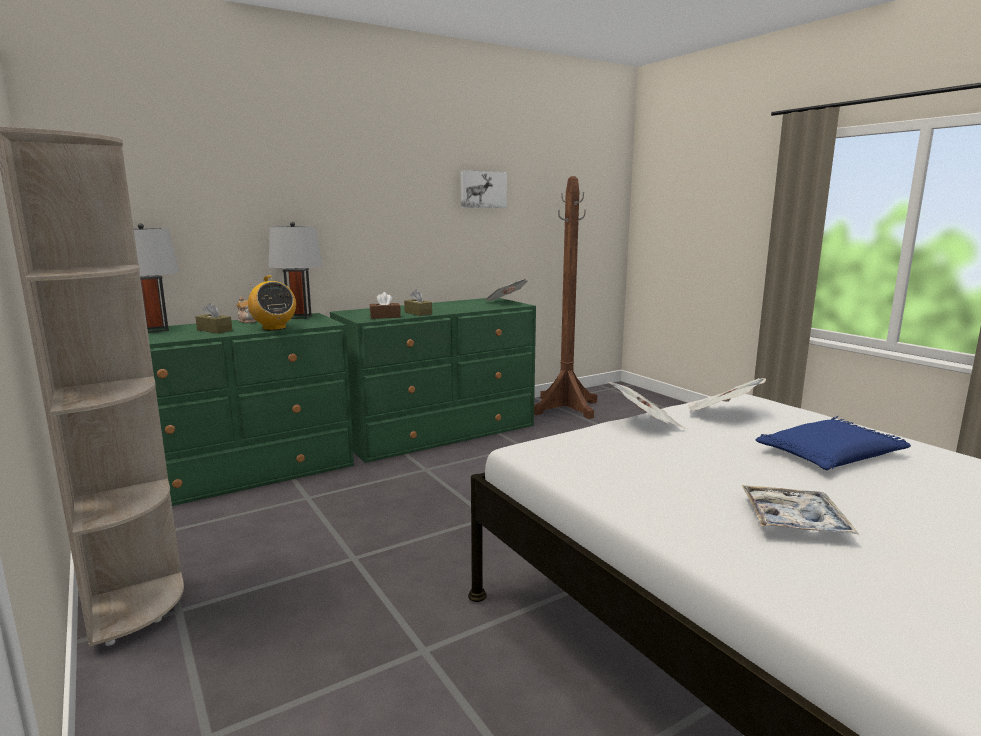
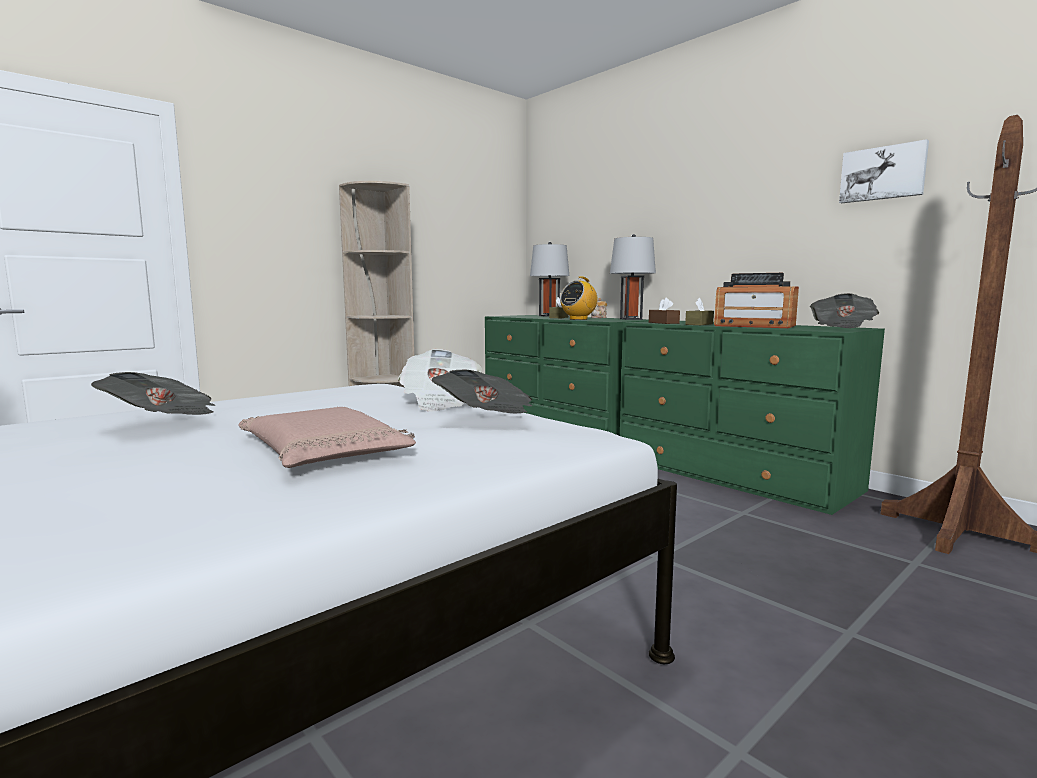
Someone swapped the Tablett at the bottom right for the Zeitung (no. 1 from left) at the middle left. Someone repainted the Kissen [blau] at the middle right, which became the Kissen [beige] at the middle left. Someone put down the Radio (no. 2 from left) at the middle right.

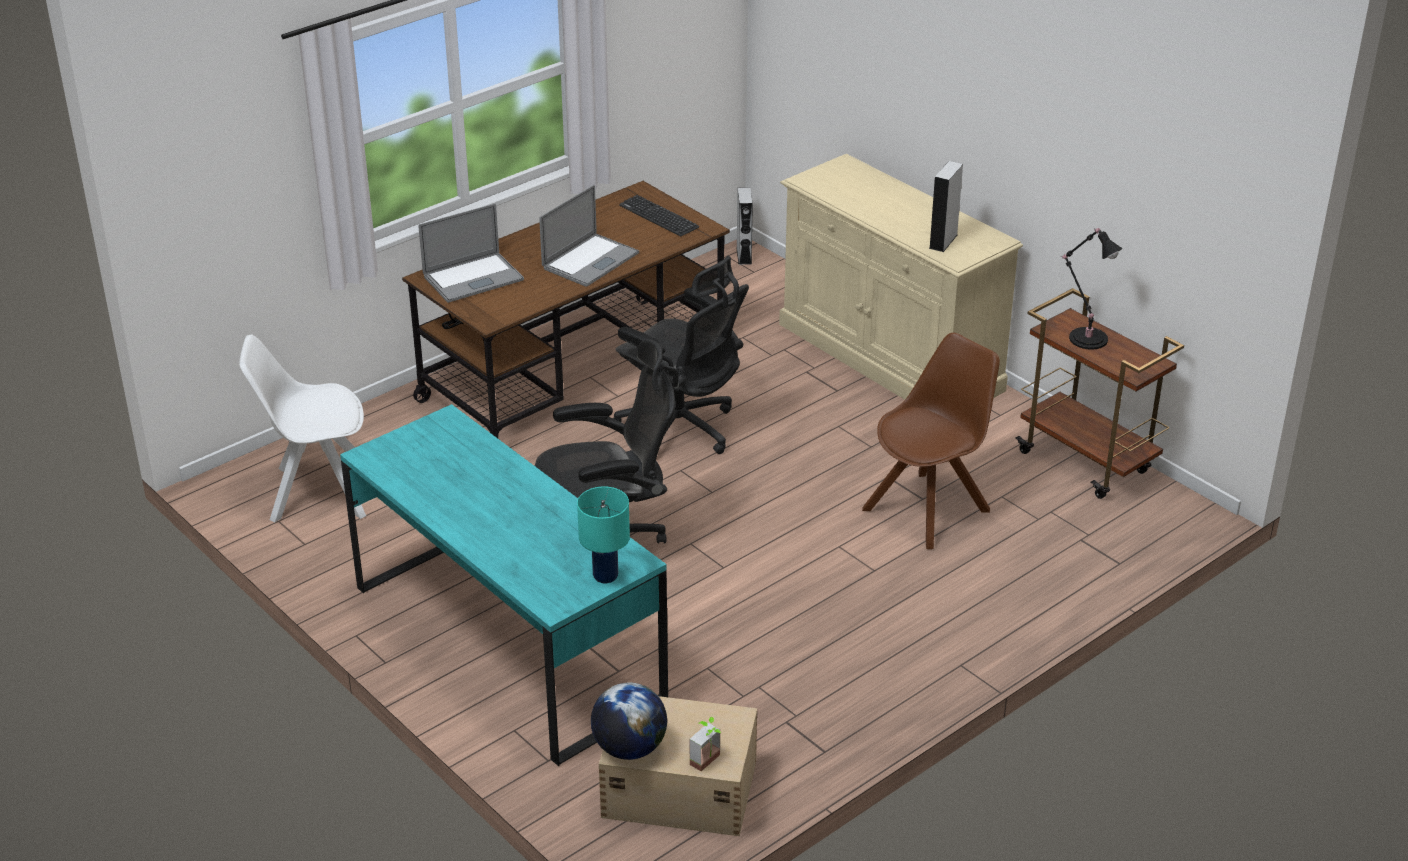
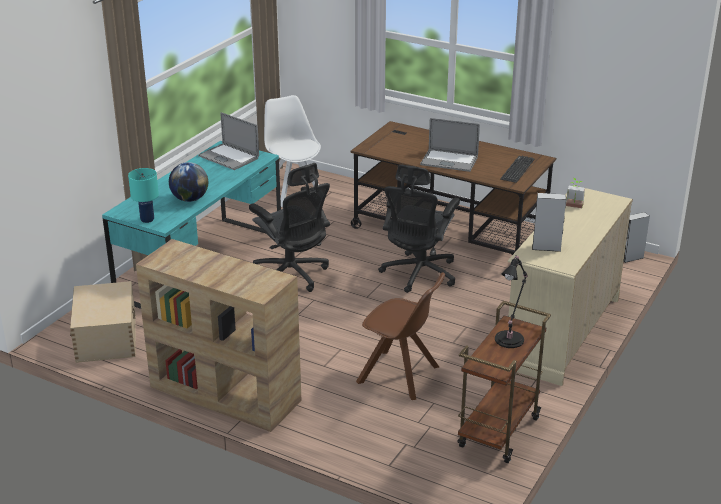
Someone carried the Laptop (no. 1 from left) from the top centre to the top left. Someone carried the Globus from the bottom centre to the middle left. Someone carried the Topfpflanze from the bottom centre to the middle right. Someone put down the Bücherregal [braun] at the middle left.

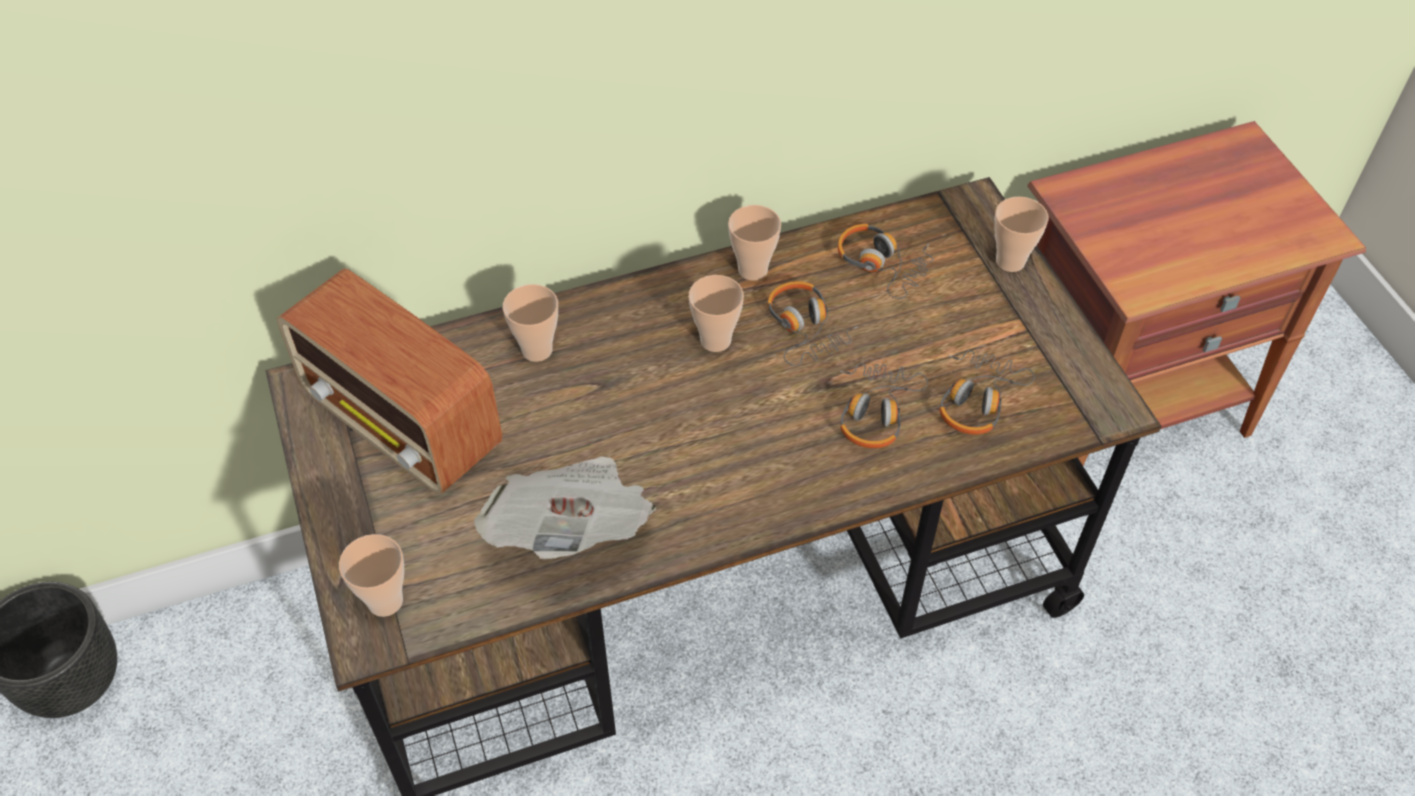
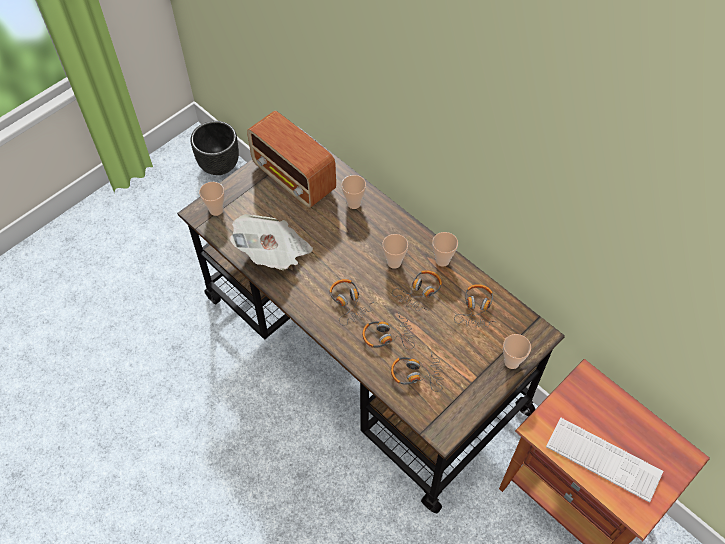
Someone rotated the Radio at the middle left by 60 degrees counterclockwise. Someone put down the Kopfhörer (no. 1 from left) at the centre. Someone put down the Tastatur at the bottom right.

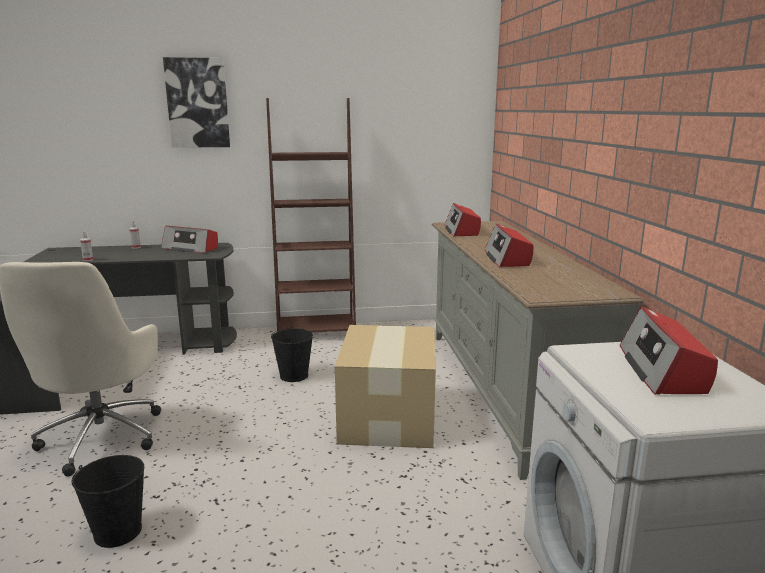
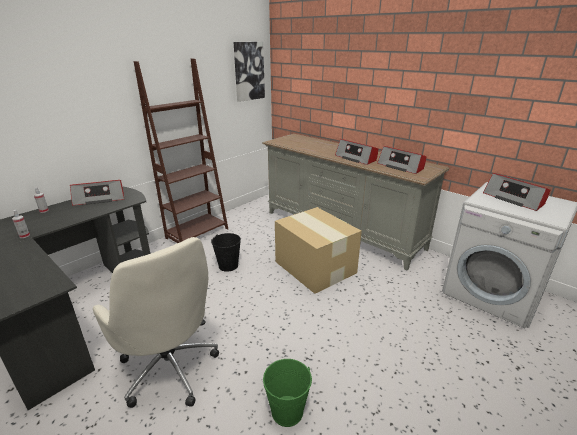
Someone repainted the Eimer [schwarz] (no. 1 from left) at the bottom left, which became the Eimer [grün] at the bottom centre. Someone carried the Bild from the top left to the top centre. Someone carried the Radio (no. 2 from left in the first image) from the centre to the middle right.

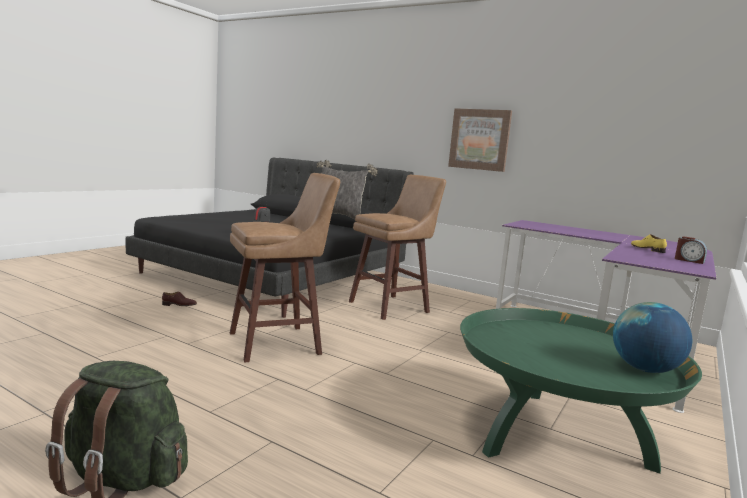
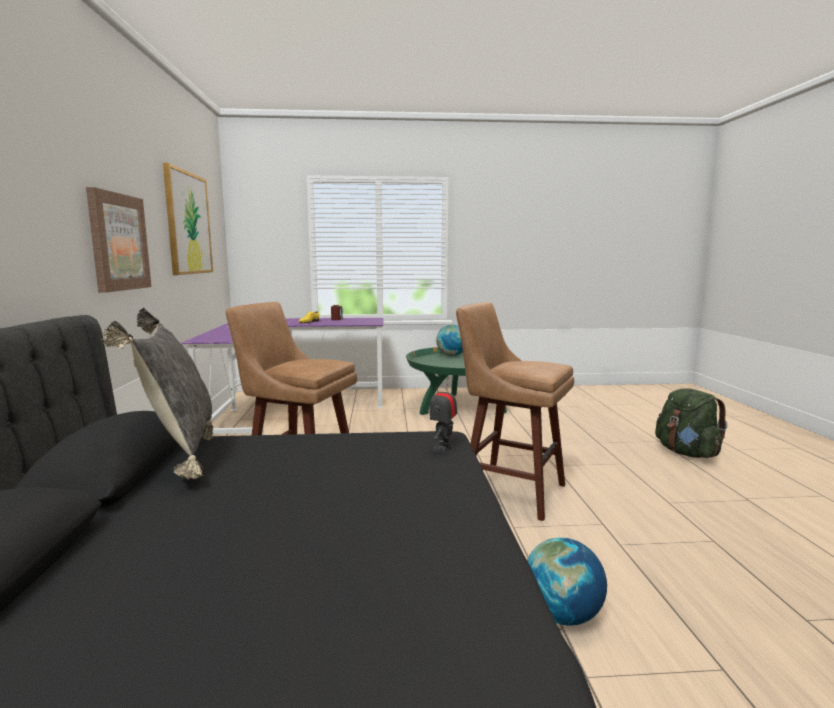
Someone swapped the Schuh [braun] at the middle left for the Globus (no. 2 from left) at the bottom right. Someone put up the Bild (no. 2 from left) at the top left.

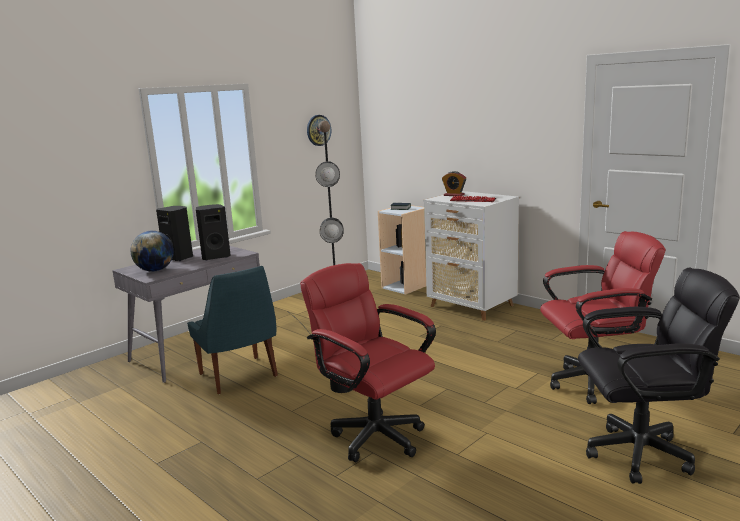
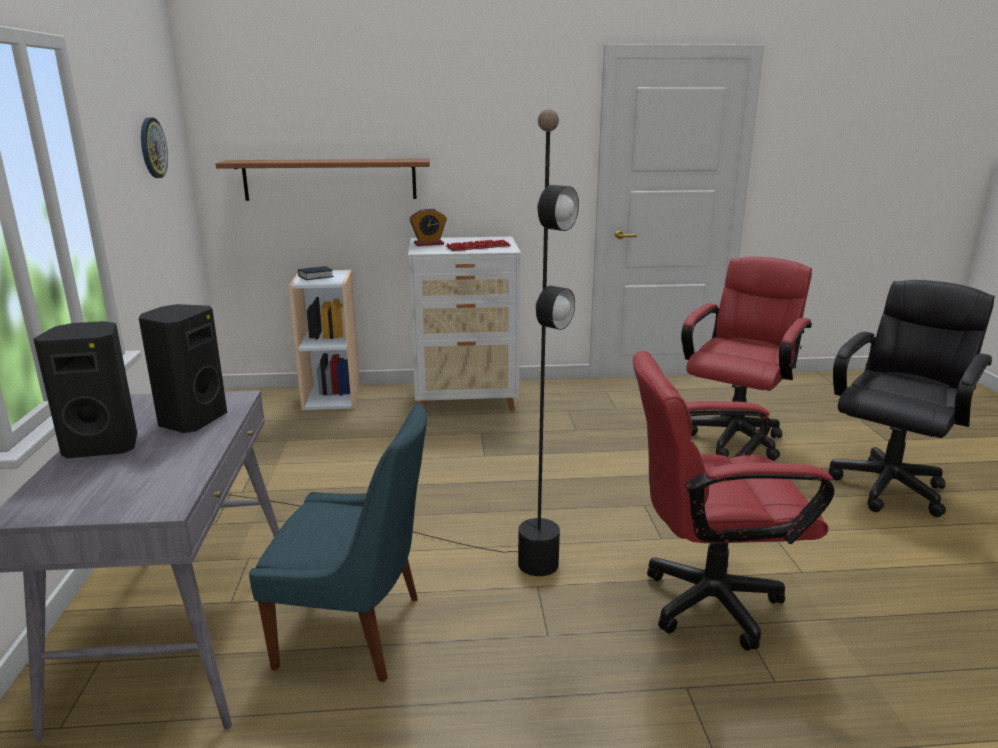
Someone took away the Globus at the middle left. Someone put up the Wandregal [braun] at the top left.

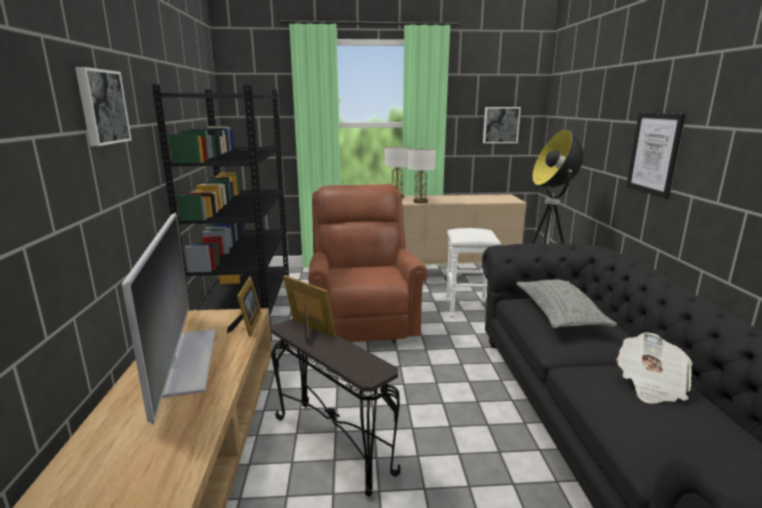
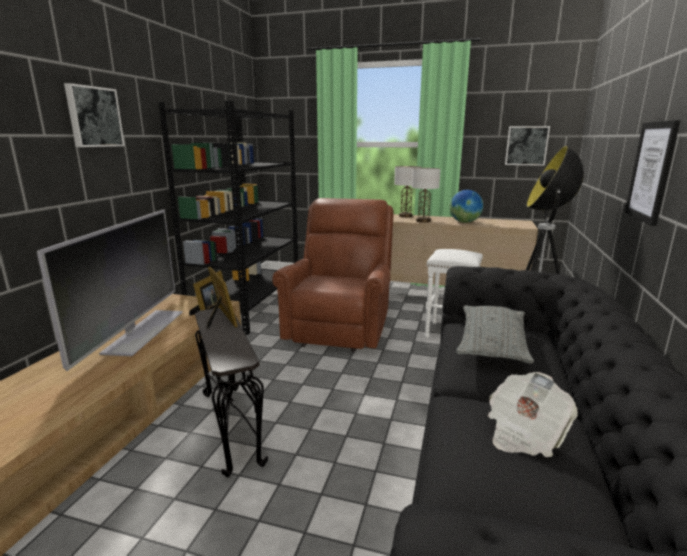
Someone put down the Globus at the middle right.

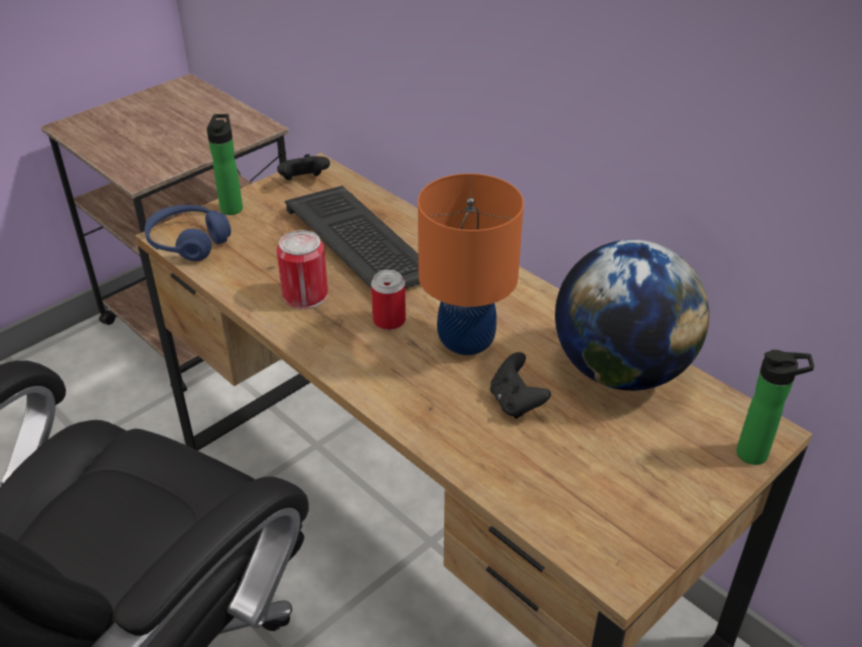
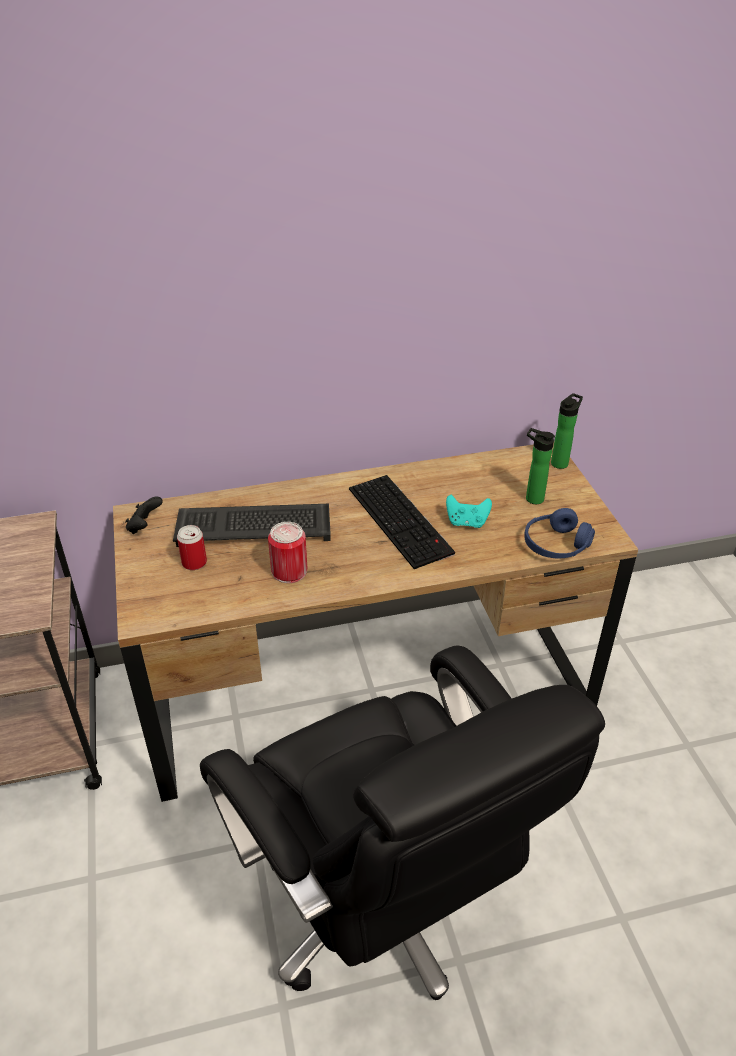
Someone carried the Kopfhörer [blau] from the middle left to the middle right. Someone carried the Flasche (no. 1 from left) from the top left to the middle right. Someone carried the Dose (no. 2 from left in the first image) from the centre to the middle left. Someone swapped the Tischlampe [orange] at the centre for the Tastatur (no. 2 from left) at the centre. Someone repainted the Gamepad [schwarz] (no. 2 from left) at the centre, which became the Gamepad [türkis] at the centre. Someone took away the Globus at the middle right.

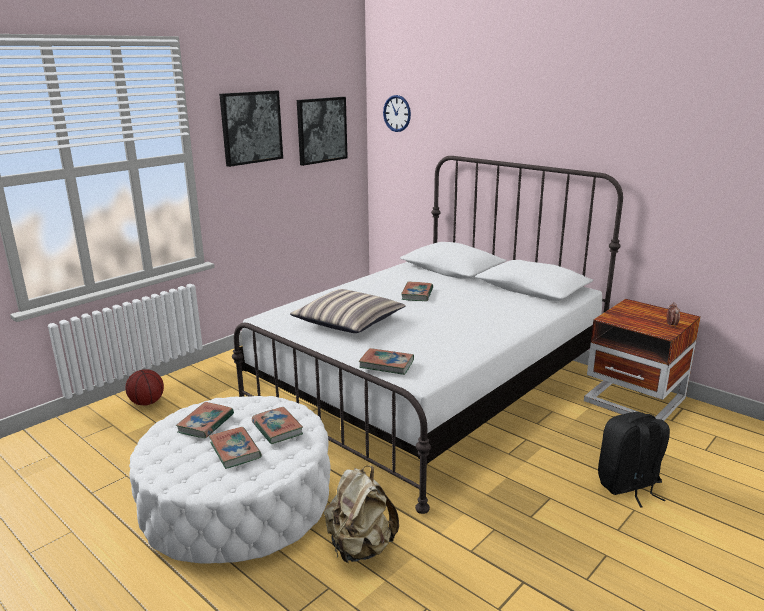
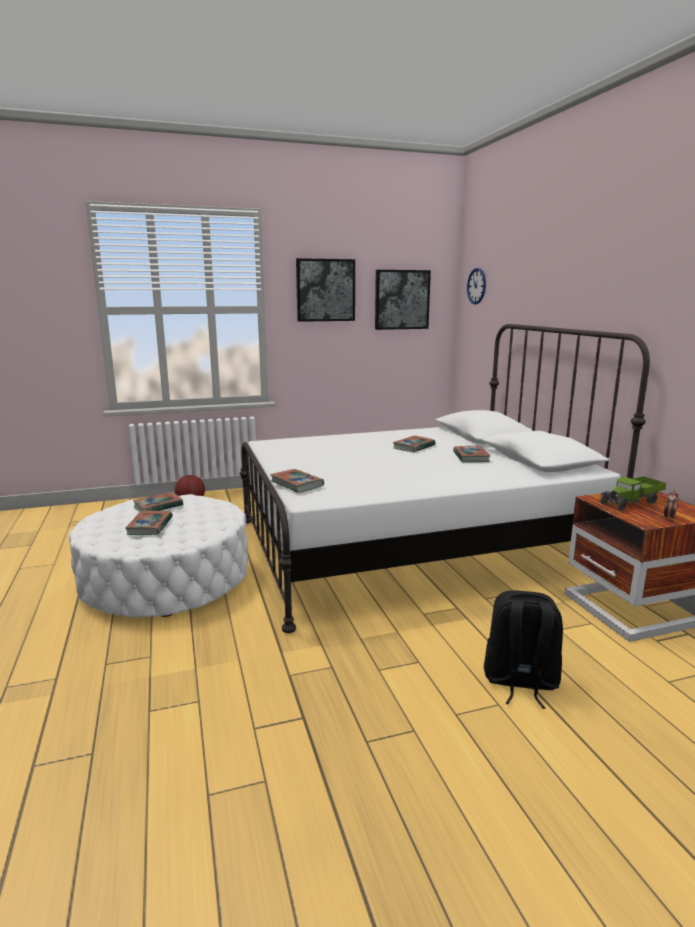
Someone carried the Buch (no. 3 from left in the first image) from the bottom centre to the middle right. Someone took away the Kissen at the centre. Someone took away the Rucksack [beige] at the bottom centre. Someone put down the Spielzeuglaster at the middle right.

